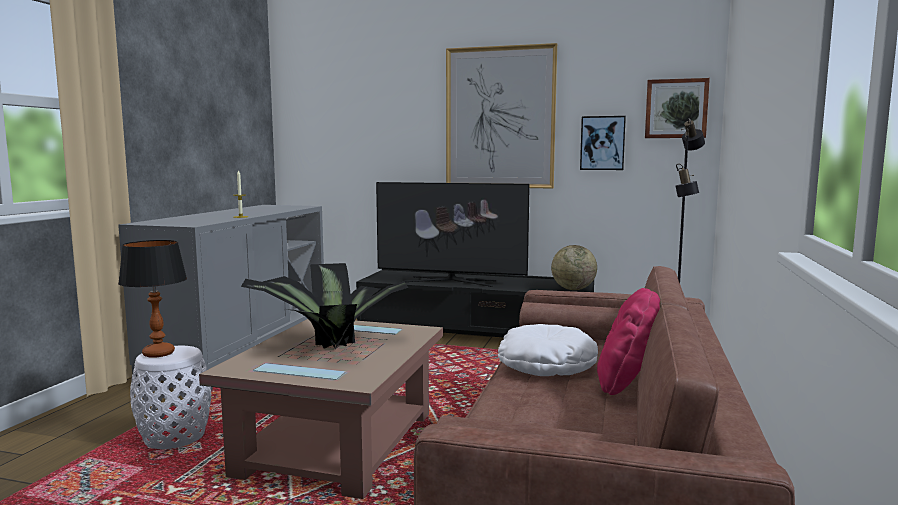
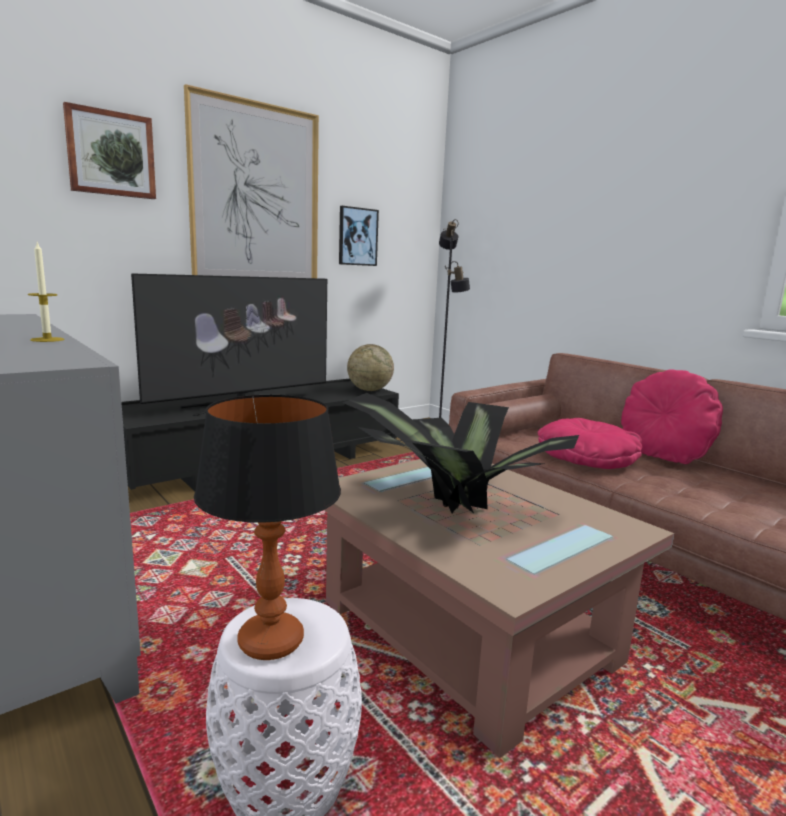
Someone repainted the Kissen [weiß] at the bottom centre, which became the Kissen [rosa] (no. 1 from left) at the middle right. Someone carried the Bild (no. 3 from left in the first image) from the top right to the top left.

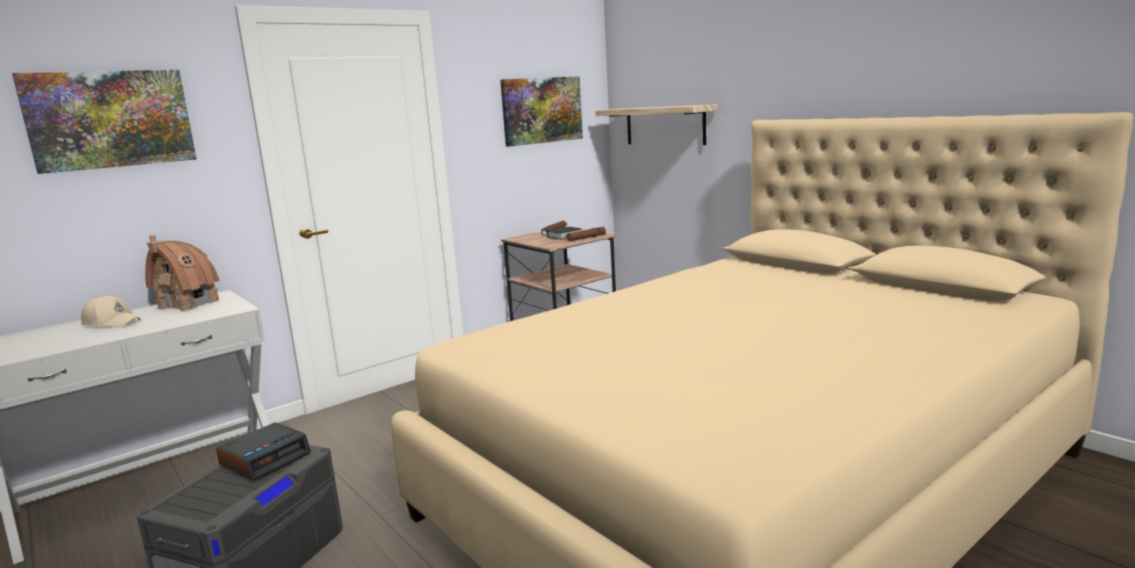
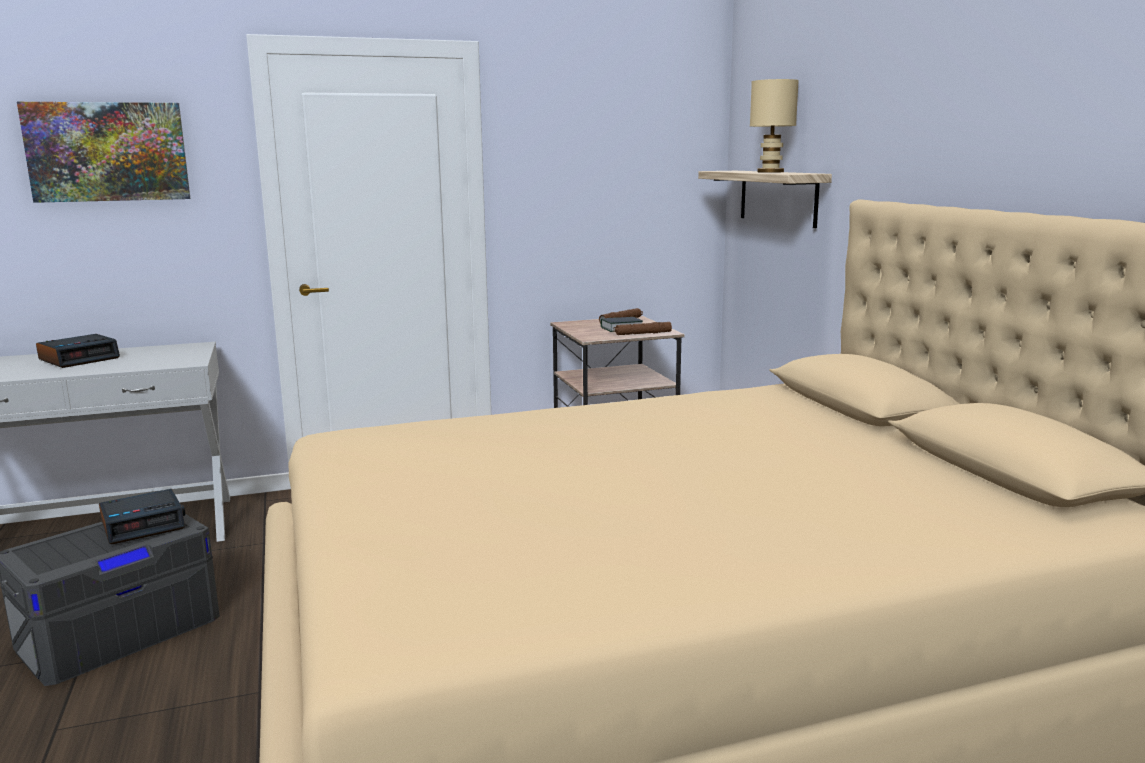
Someone swapped the Kappe [beige] at the middle left for the Wecker (no. 1 from left) at the middle left. Someone took away the Spielzeughaus at the middle left. Someone took away the Bild (no. 2 from left) at the top centre. Someone put down the Tischlampe [beige] at the top right.

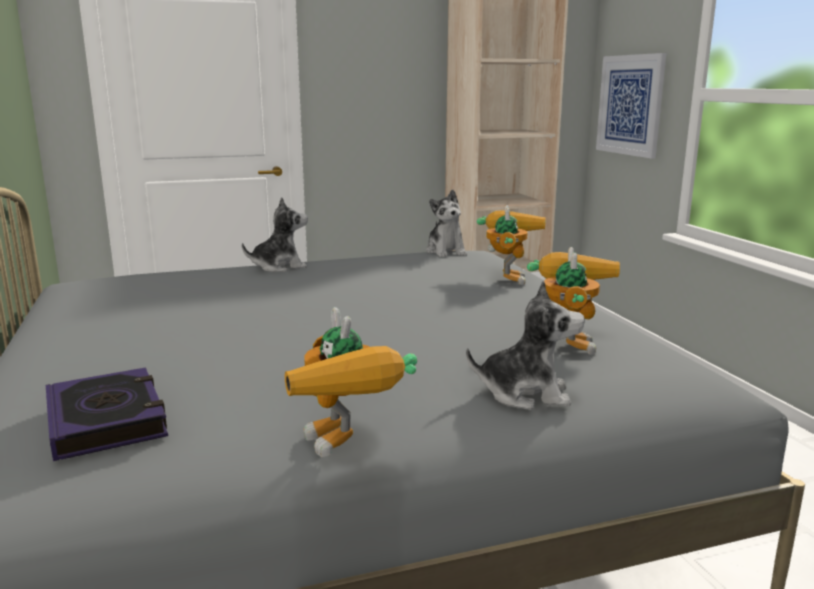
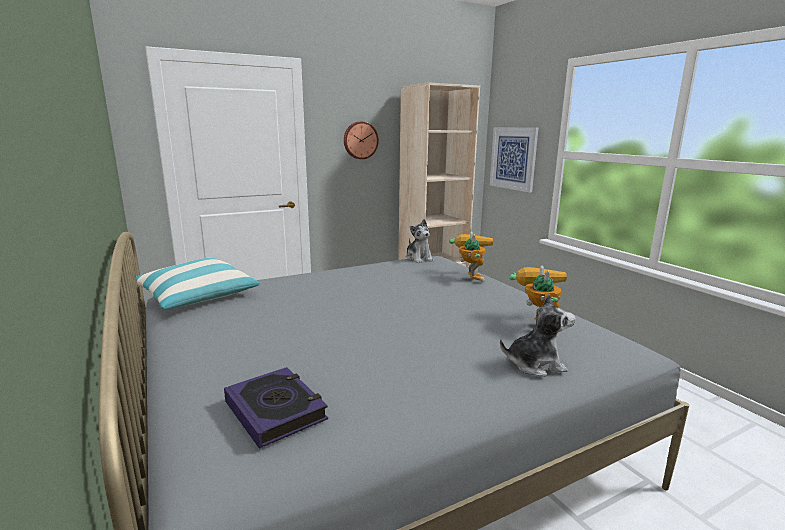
Someone took away the Plüschtier (no. 1 from left) at the centre. Someone took away the Spielzeugroboter (no. 1 from left) at the centre. Someone put down the Kissen at the middle left. Someone put up the Wanduhr at the top centre.

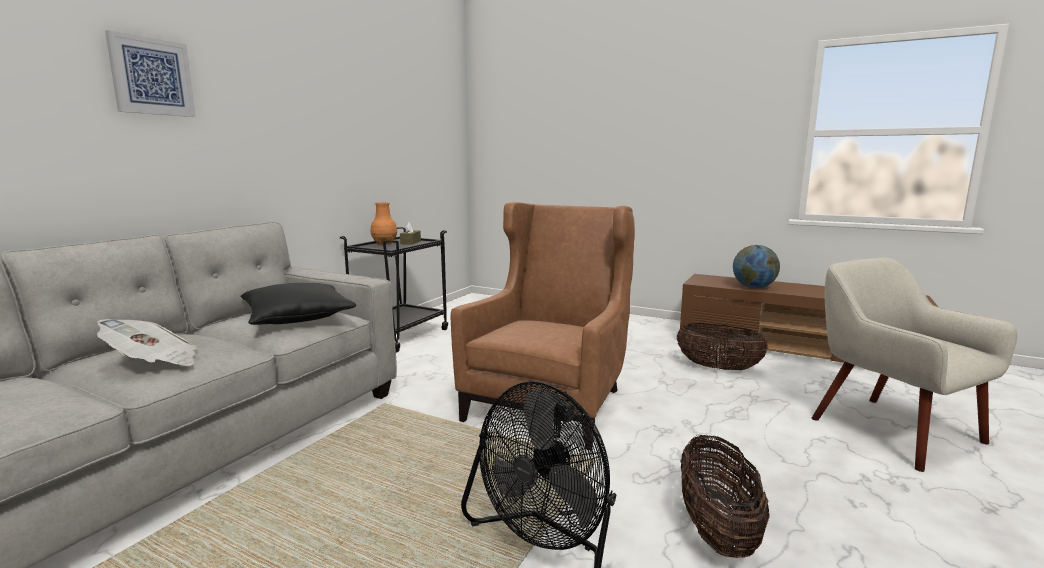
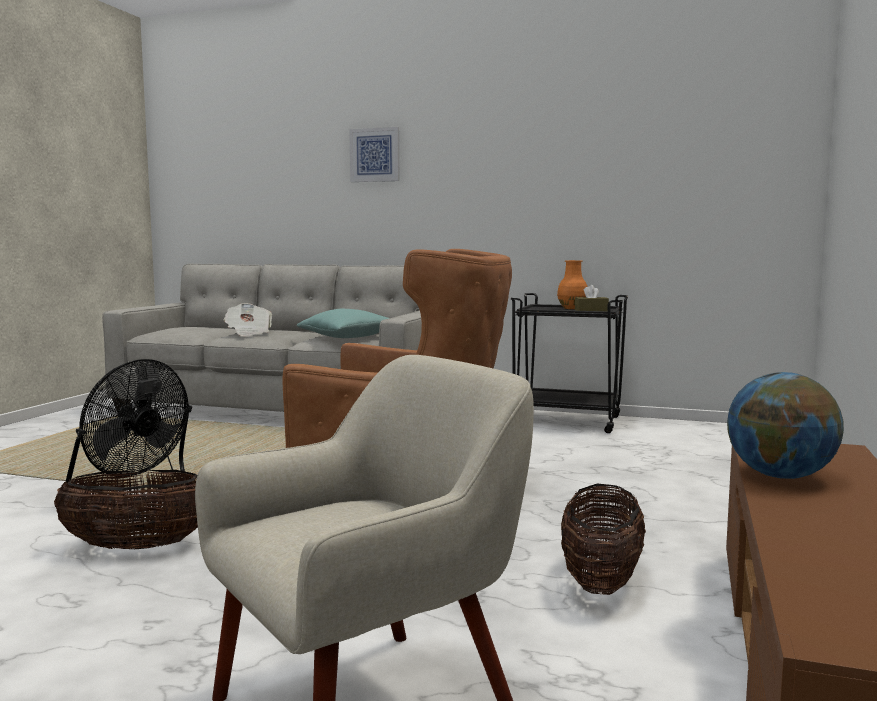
Someone repainted the Kissen [schwarz] at the middle left, which became the Kissen [türkis] at the centre.

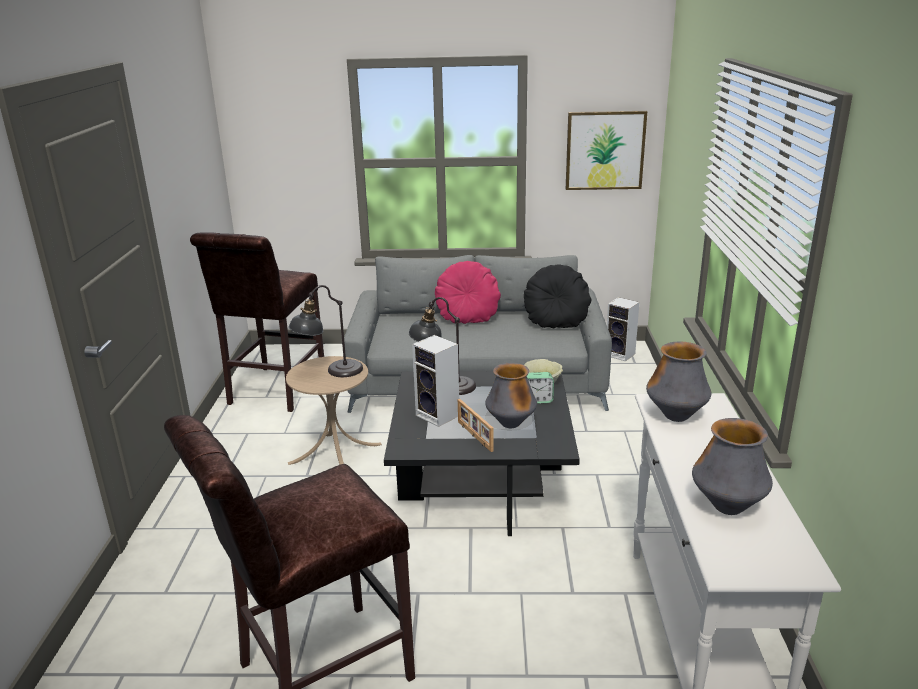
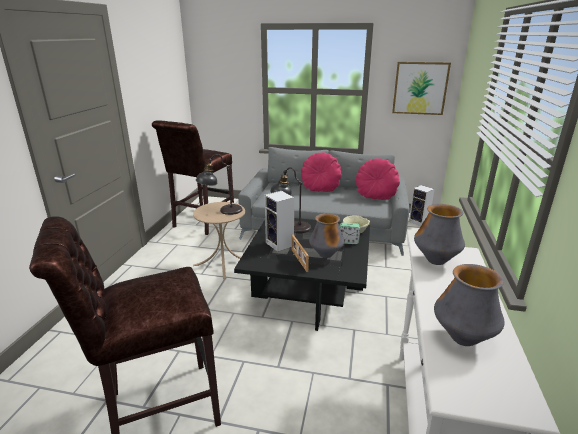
Someone repainted the Kissen [schwarz] at the centre, which became the Kissen [rosa] (no. 2 from left) at the centre.

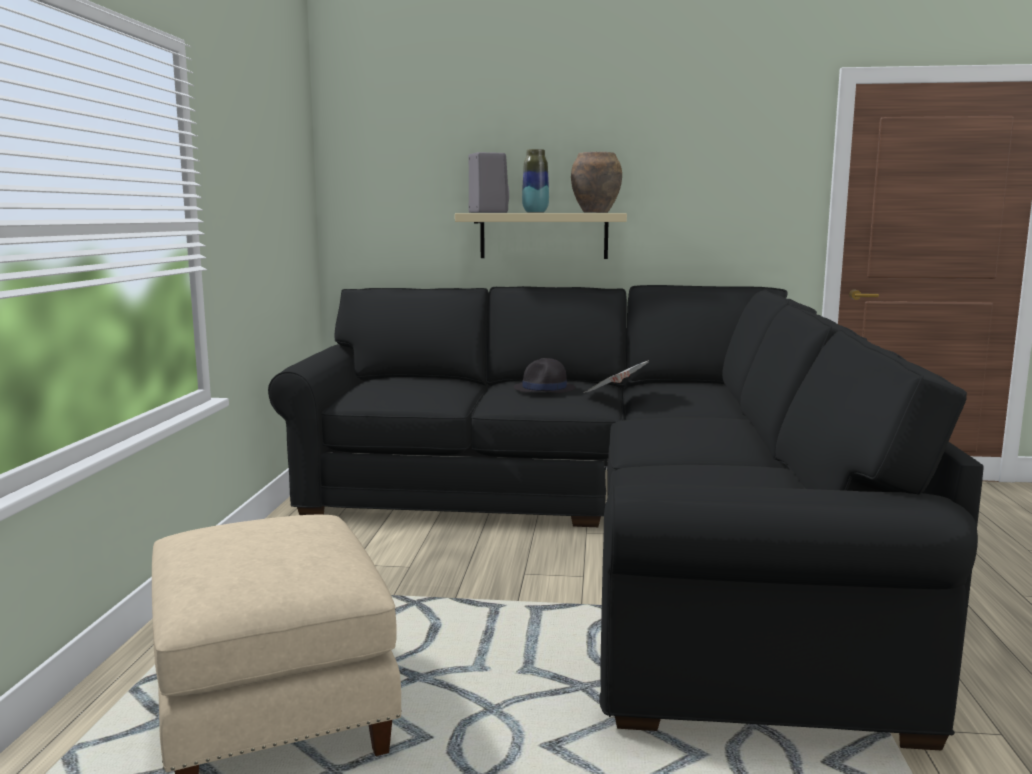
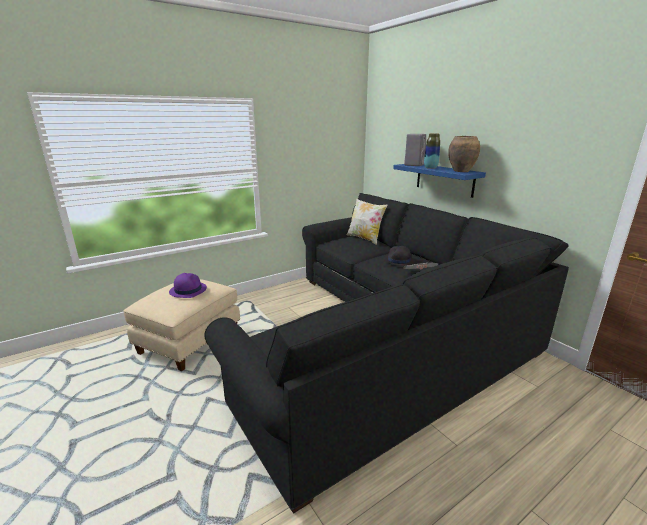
Someone repainted the Wandregal [beige] at the top centre, which became the Wandregal [blau] at the middle right. Someone put down the Hut [lila] at the middle left. Someone put down the Kissen at the centre.

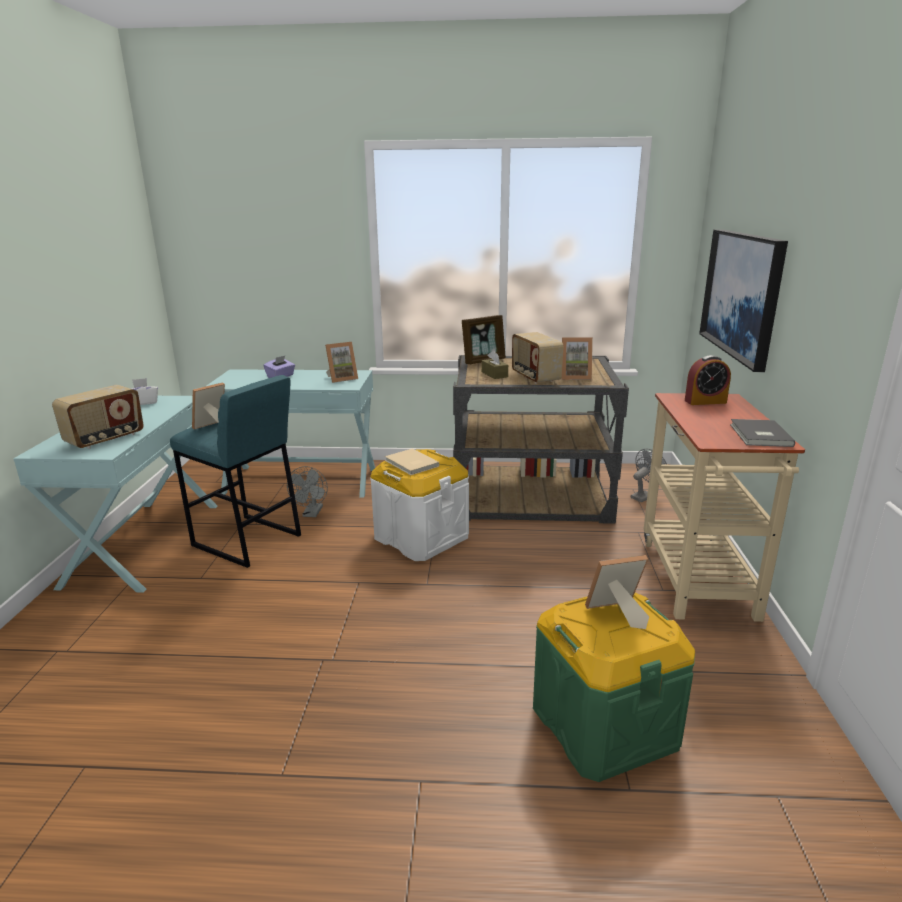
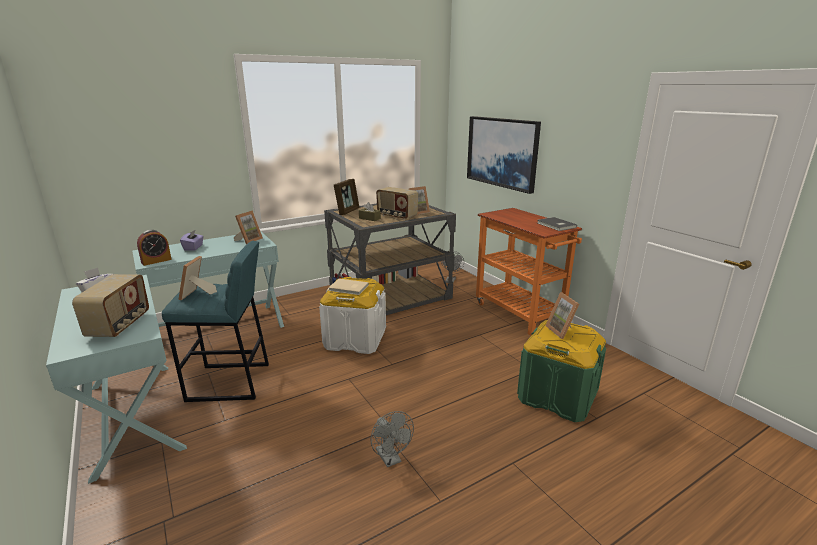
Someone carried the Ventilator [grau] (no. 1 from left) from the centre to the bottom centre. Someone rotated the Bilderrahmen (no. 5 from left) at the middle right by 60 degrees counterclockwise. Someone repainted the Rollwagen [beige] at the middle right, which became the Rollwagen [orange] at the centre. Someone carried the Wecker from the middle right to the middle left.

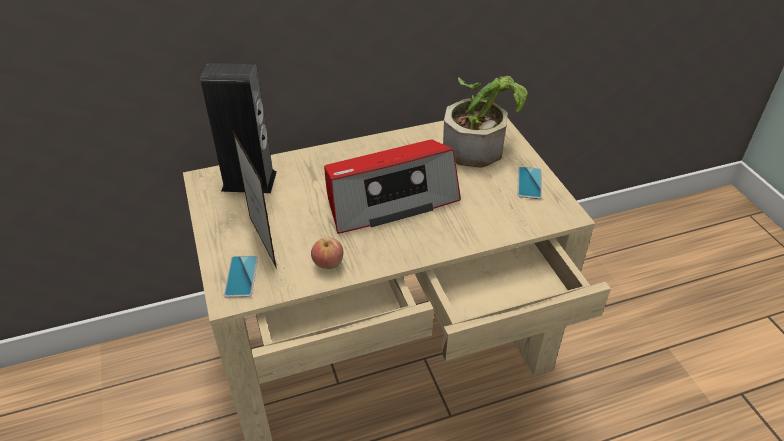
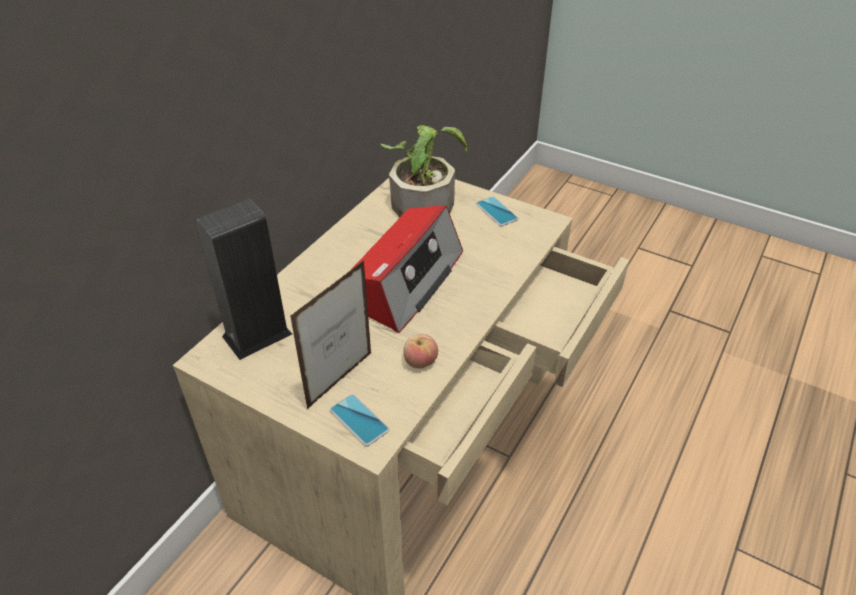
Someone rotated the Bilderrahmen at the middle left by 75 degrees counterclockwise.

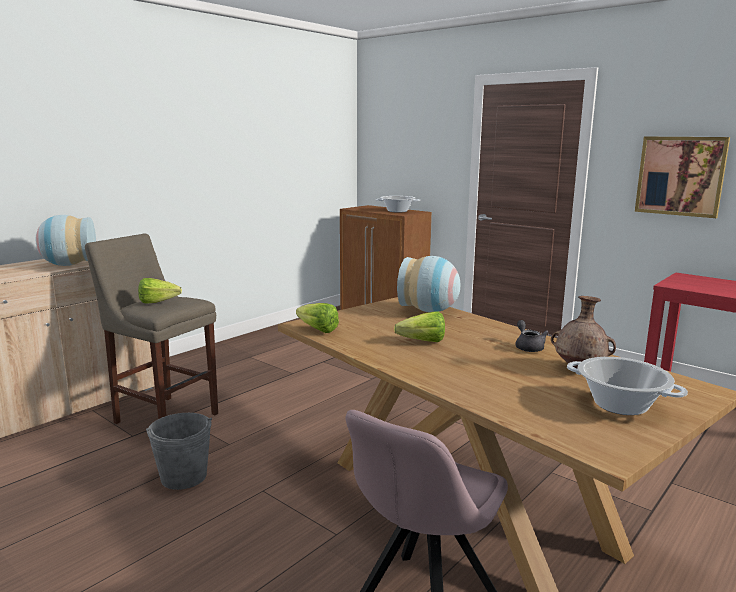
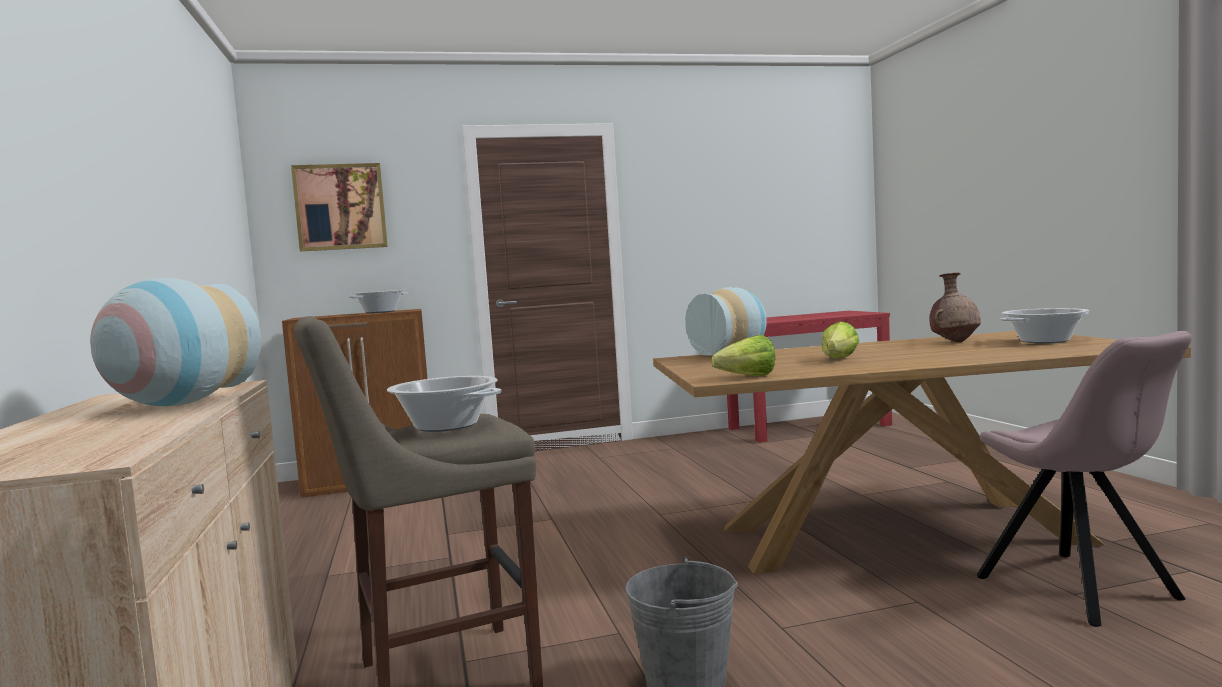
Someone swapped the Salatkopf (no. 1 from left) at the middle left for the Kochtopf (no. 2 from left) at the centre. Someone took away the Teekanne [grau] at the middle right. Someone carried the Bild from the top right to the top left.

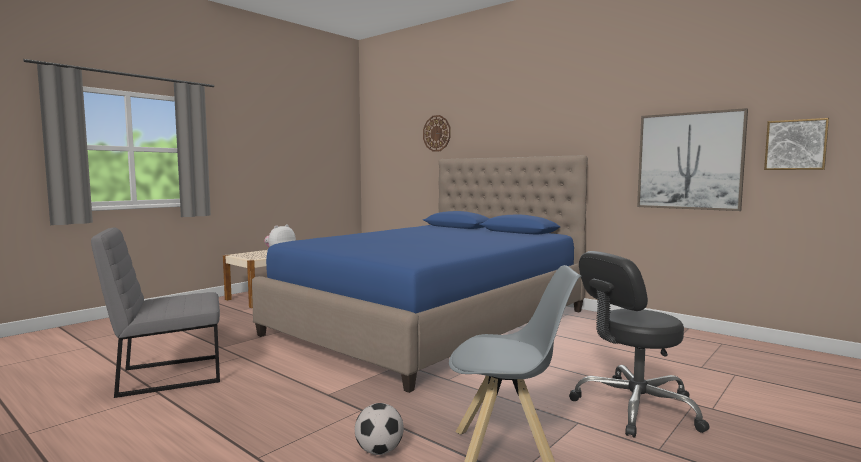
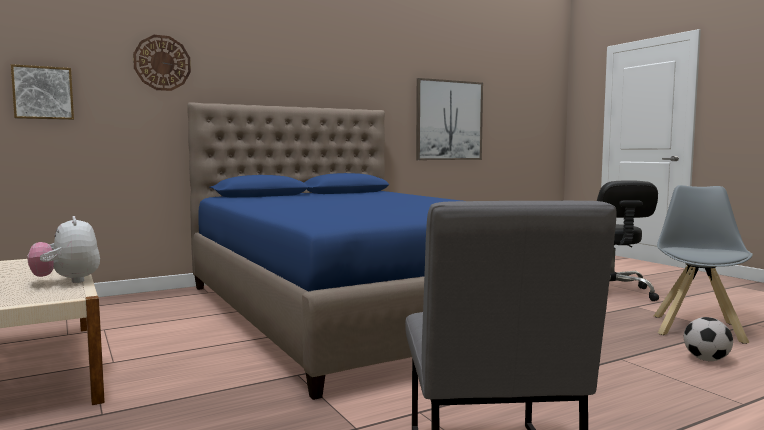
Someone carried the Bild (no. 2 from left in the first image) from the top right to the top left.

